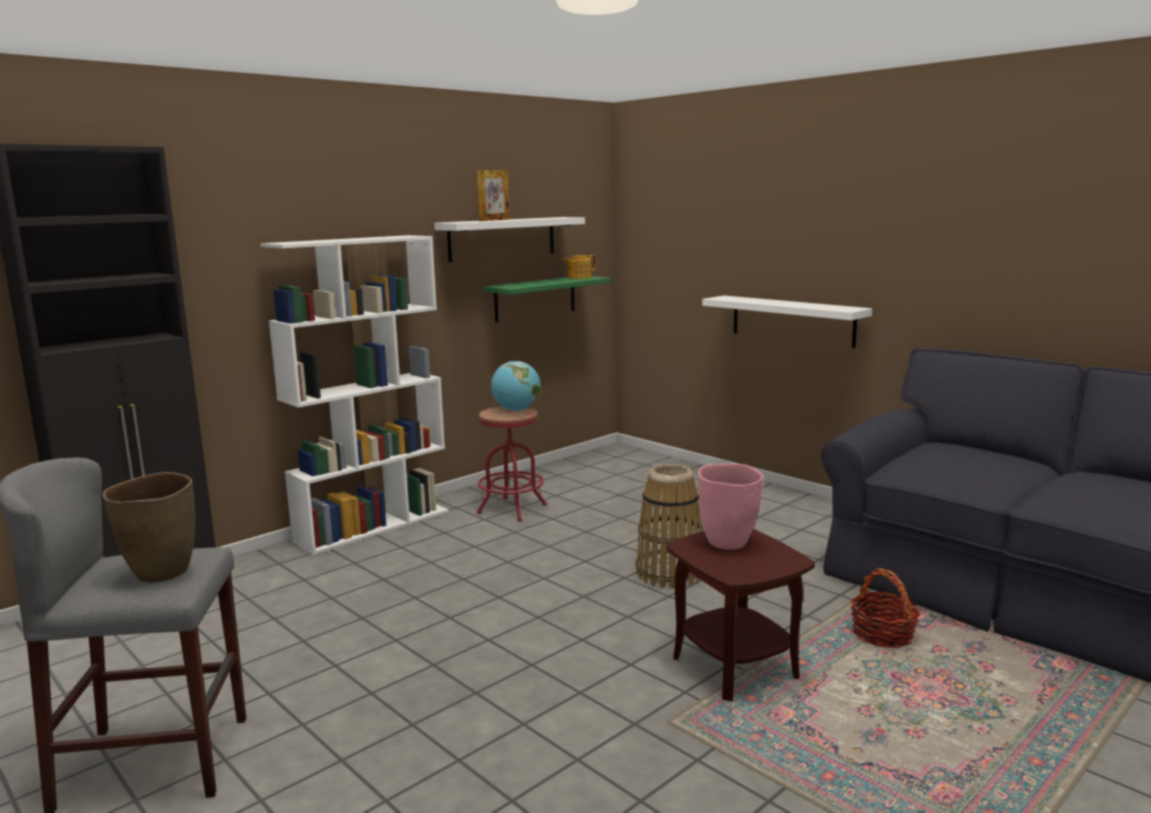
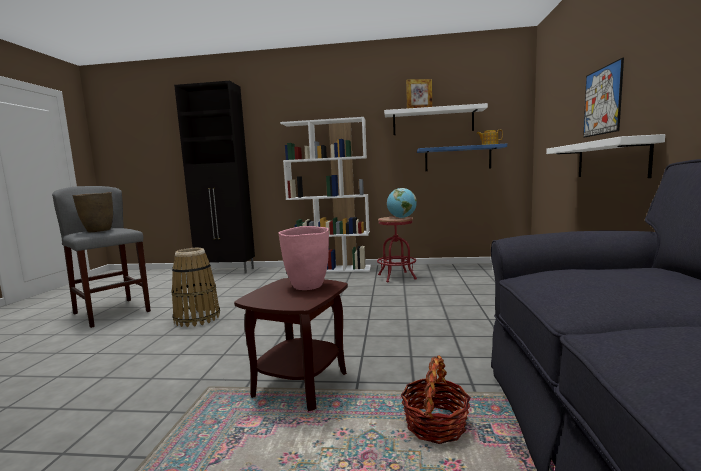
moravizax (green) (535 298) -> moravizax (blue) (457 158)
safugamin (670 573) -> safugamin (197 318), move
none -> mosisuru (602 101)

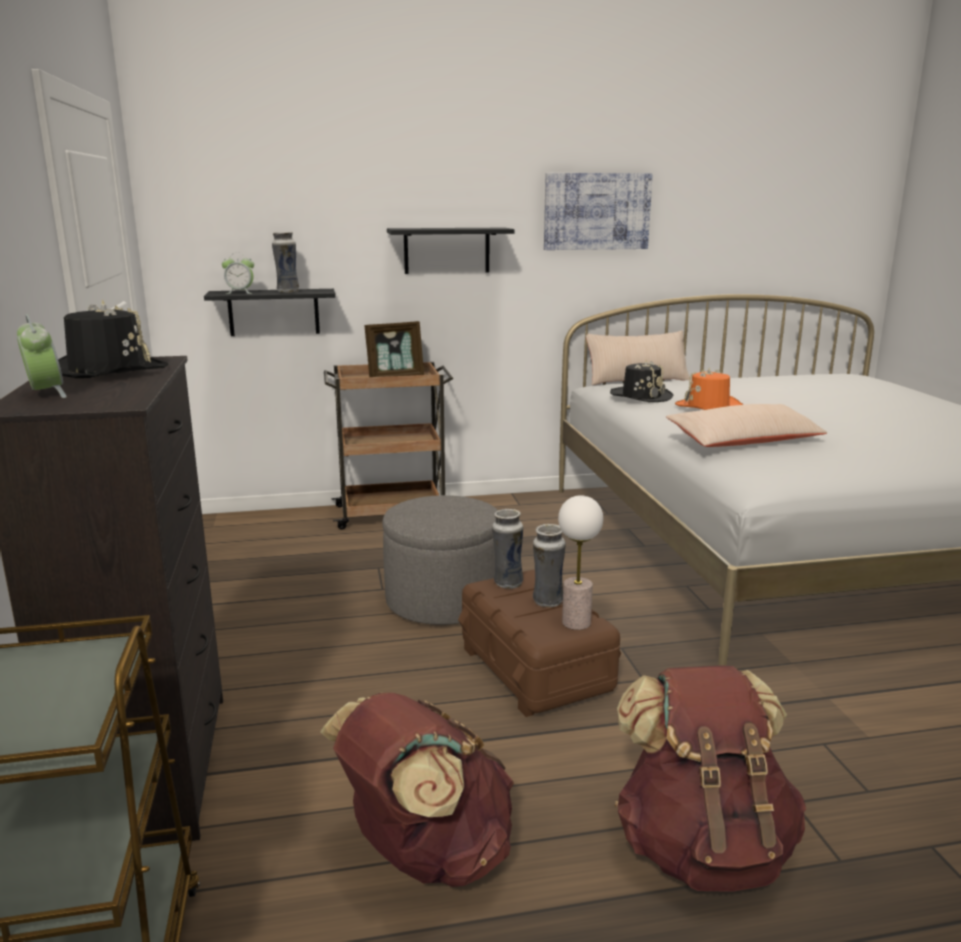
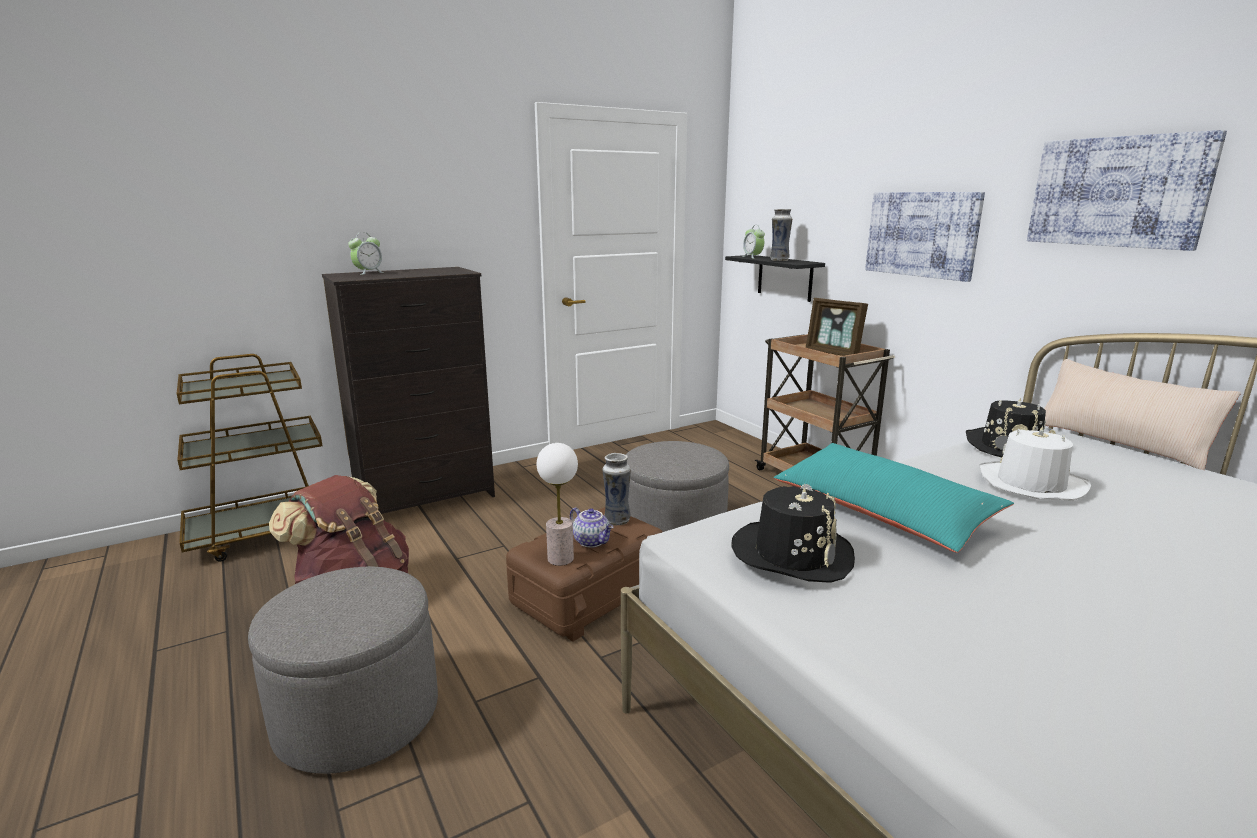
moravizax (black) (447 250) -> mosisuru (921 234)
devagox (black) (106 370) -> devagox (black) (792 553), move
devagox (orange) (708 406) -> devagox (white) (1030 484)
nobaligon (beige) (743 441) -> nobaligon (turquoise) (882 512)
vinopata (547 602) -> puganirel (592 541)
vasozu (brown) (702 847) -> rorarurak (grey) (357 715)

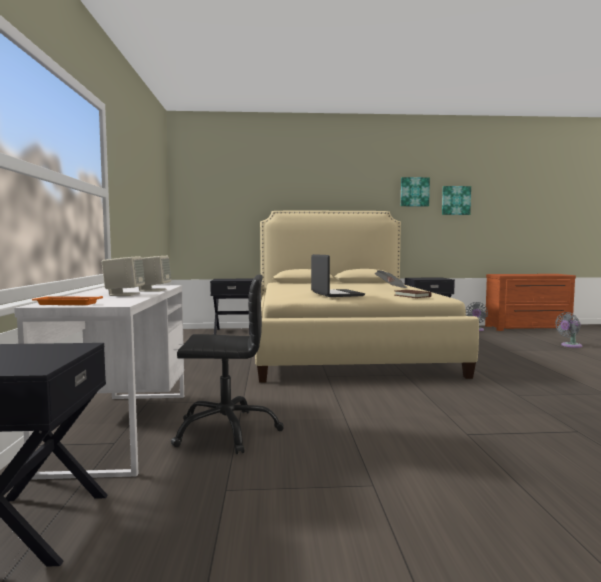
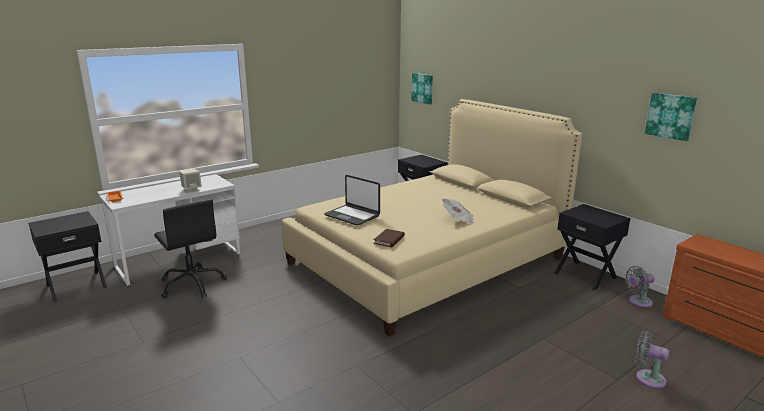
mosisuru (414 192) -> mosisuru (423 88), move
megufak (336 294) -> megufak (352 215), 90 degrees clockwise
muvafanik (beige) (124 294) -> none

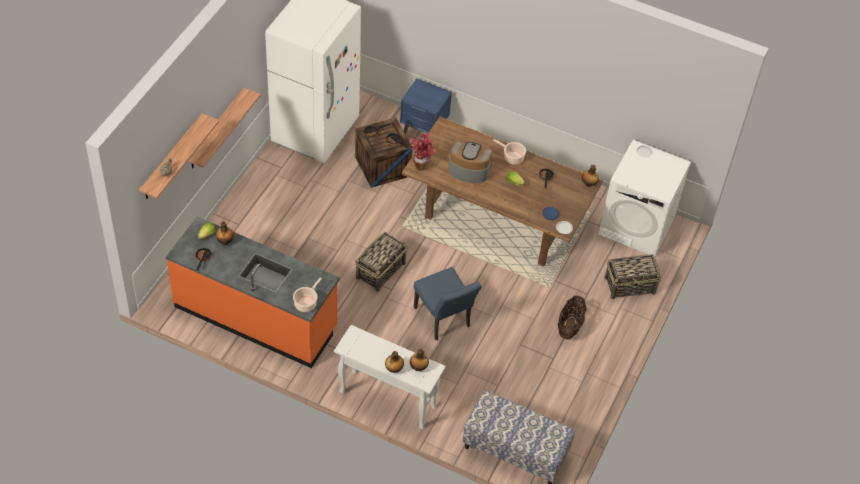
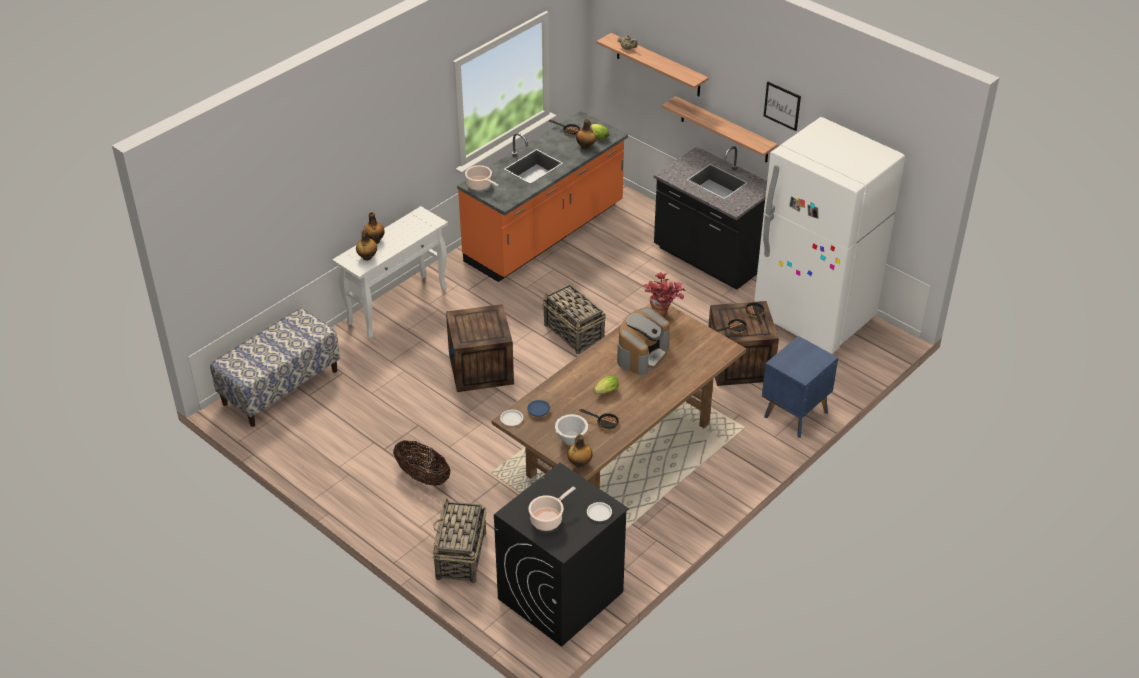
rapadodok (512 157) -> rapadodok (548 519), move
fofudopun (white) (637 226) -> fofudopun (black) (560 596)
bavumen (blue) (444 320) -> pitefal (481 369)
none -> mosisuru (782 106)
none -> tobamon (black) (709 259)
none -> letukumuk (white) (571 439)

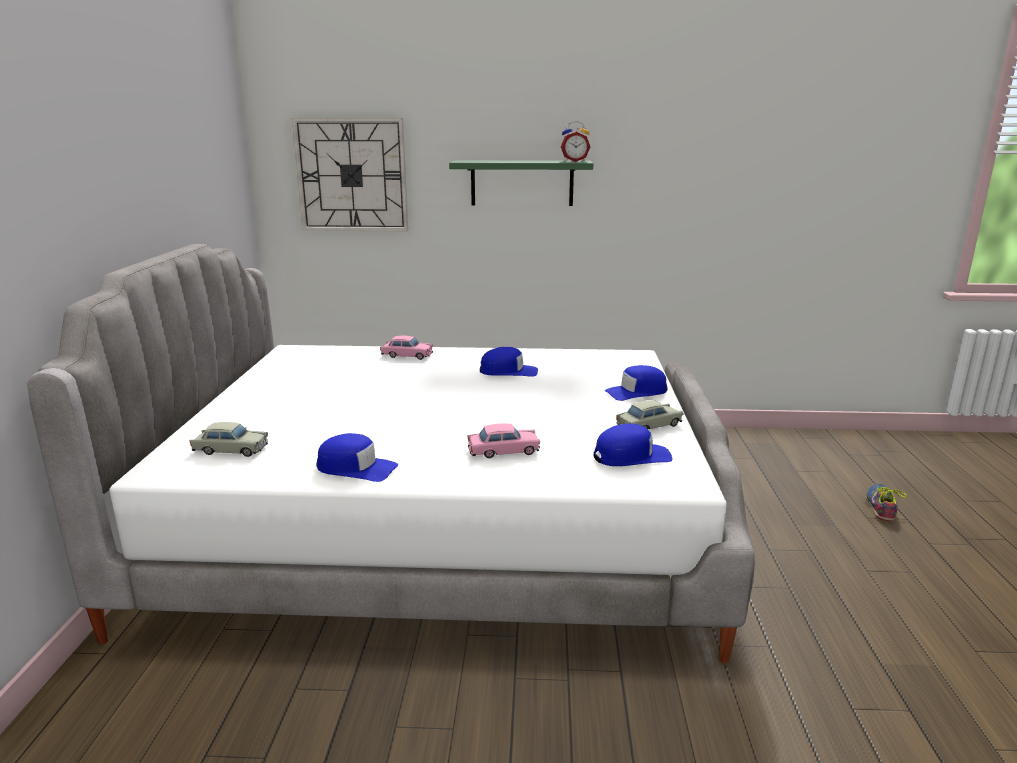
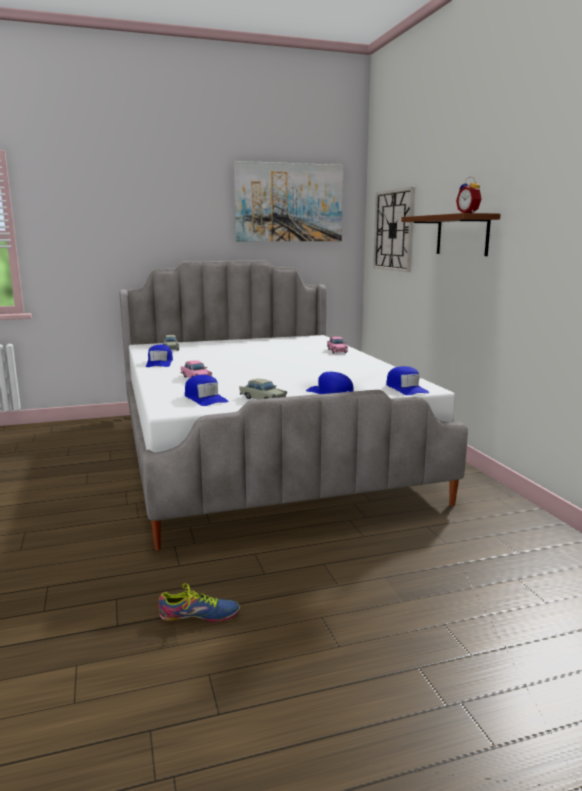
moravizax (green) (522 183) -> moravizax (brown) (462 235)
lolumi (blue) (509 371) -> lolumi (blue) (406 388), move
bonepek (880 506) -> bonepek (199 615), move
none -> mosisuru (289 202)

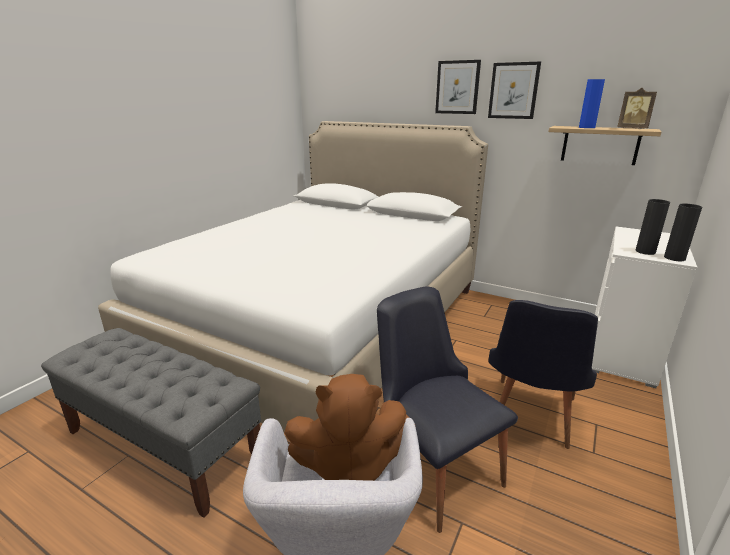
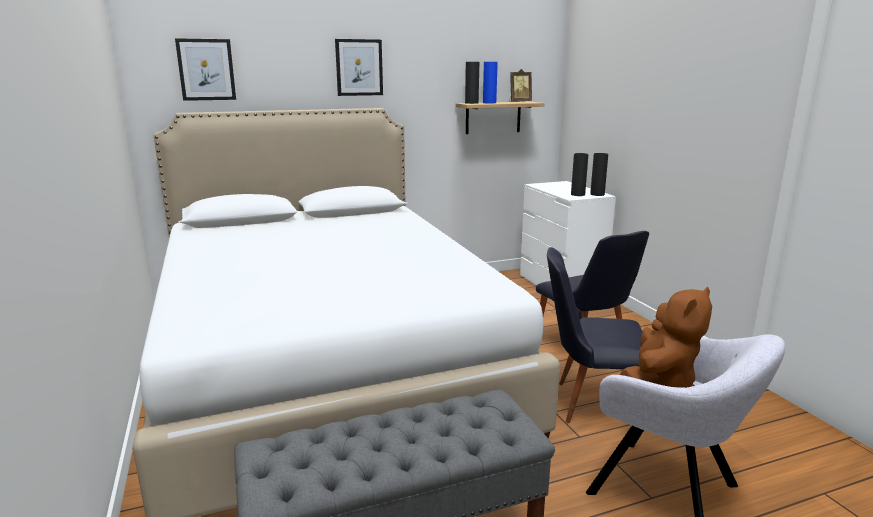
mosisuru (513 91) -> mosisuru (206 70), move
none -> vinopata (black) (471 103)

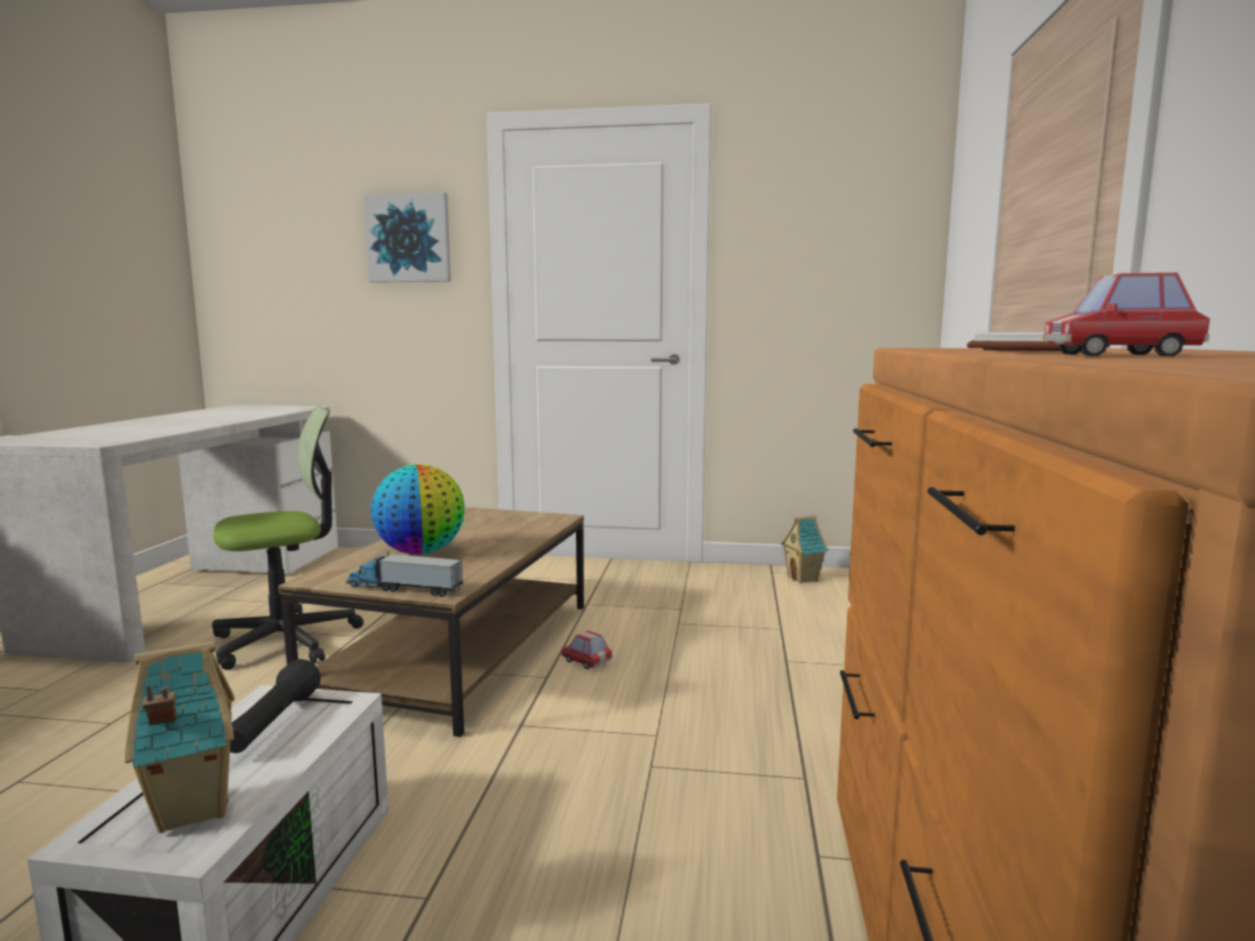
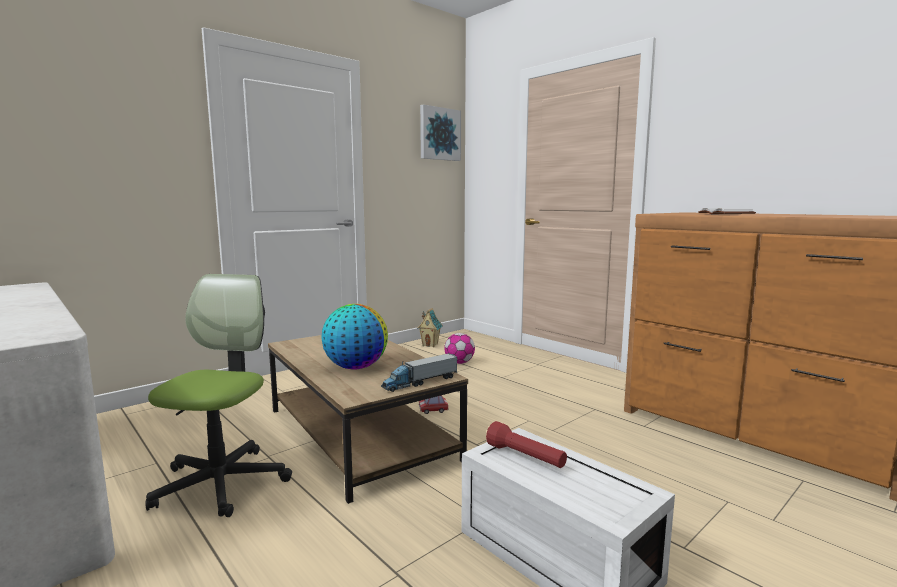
mosisuru (409 238) -> mosisuru (439 134), move
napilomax (1118 355) -> none
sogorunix (190 809) -> none
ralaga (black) (272 724) -> ralaga (red) (525 457)
none -> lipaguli (459 362)

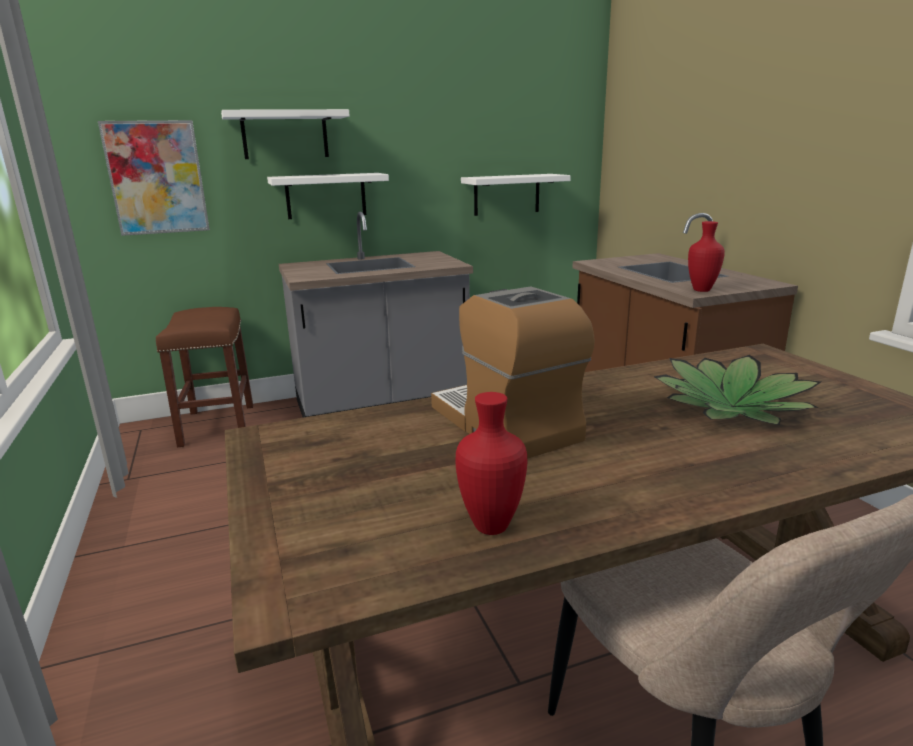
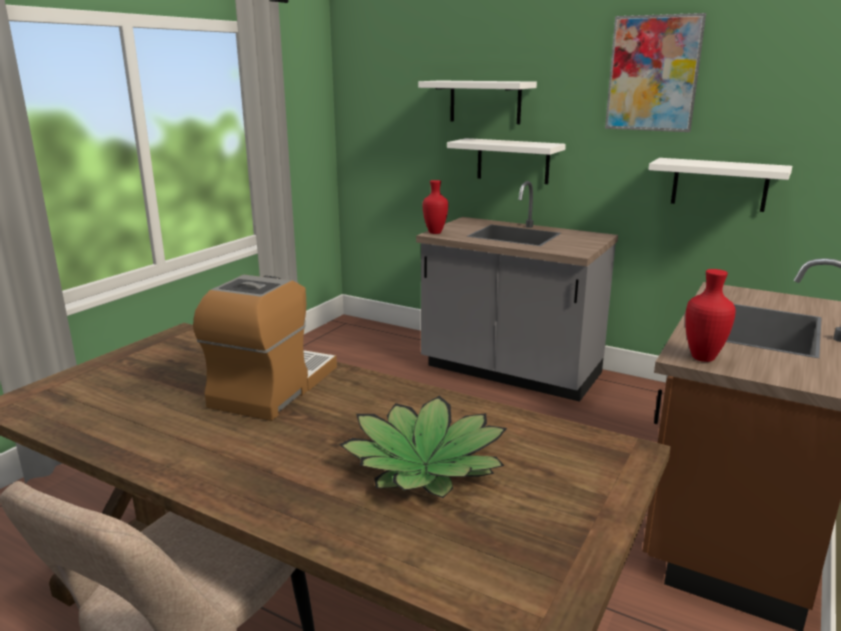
mosisuru (156 178) -> mosisuru (653 74), move
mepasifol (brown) (218 426) -> none
vinopata (red) (493 526) -> vinopata (red) (435 233), move

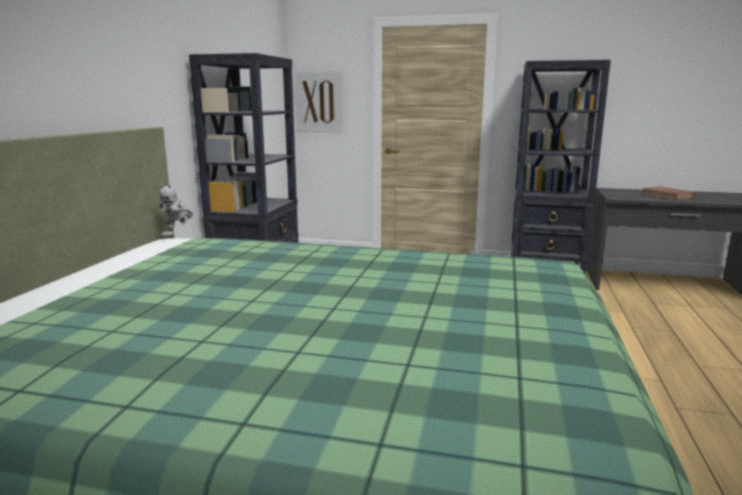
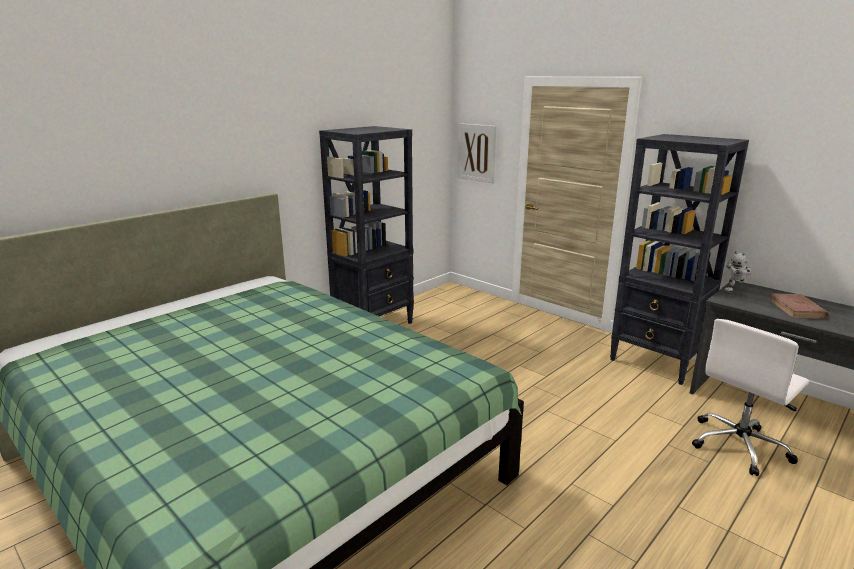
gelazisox (178 236) -> gelazisox (734 291), move
none -> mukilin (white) (740 445)

